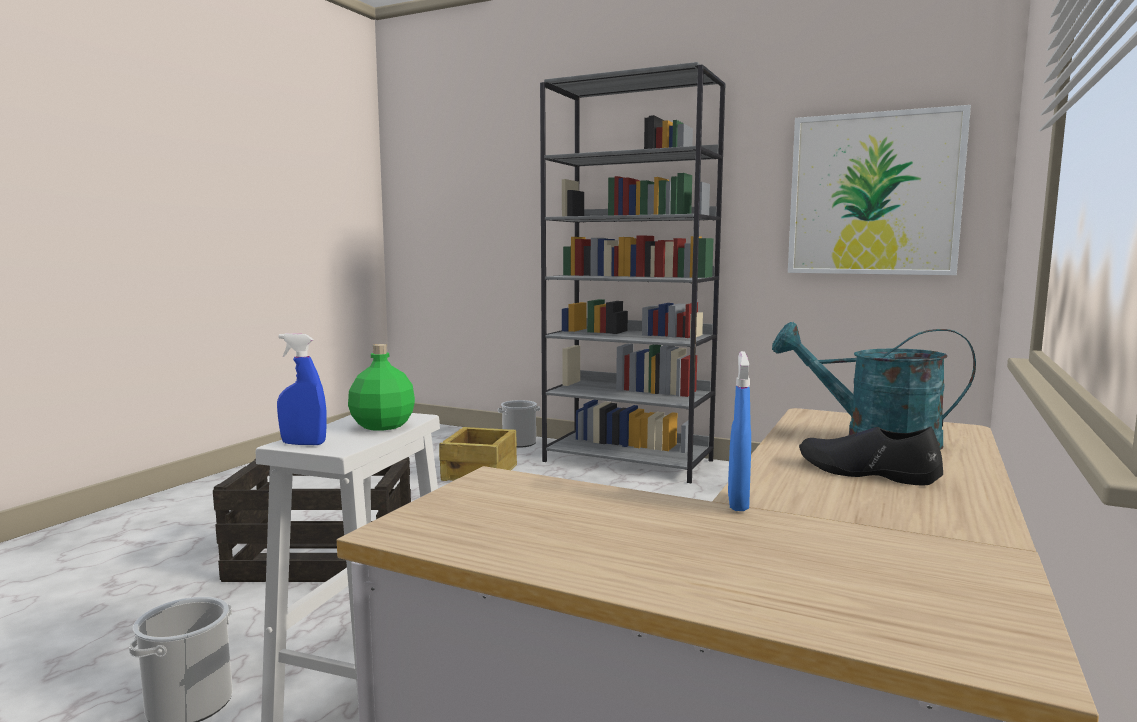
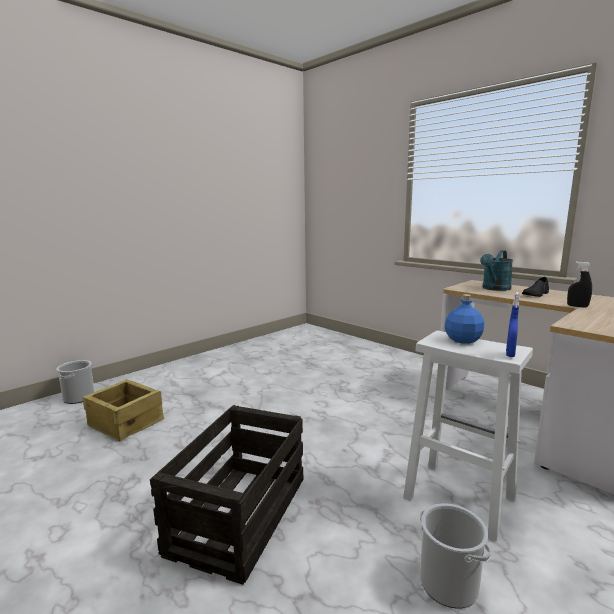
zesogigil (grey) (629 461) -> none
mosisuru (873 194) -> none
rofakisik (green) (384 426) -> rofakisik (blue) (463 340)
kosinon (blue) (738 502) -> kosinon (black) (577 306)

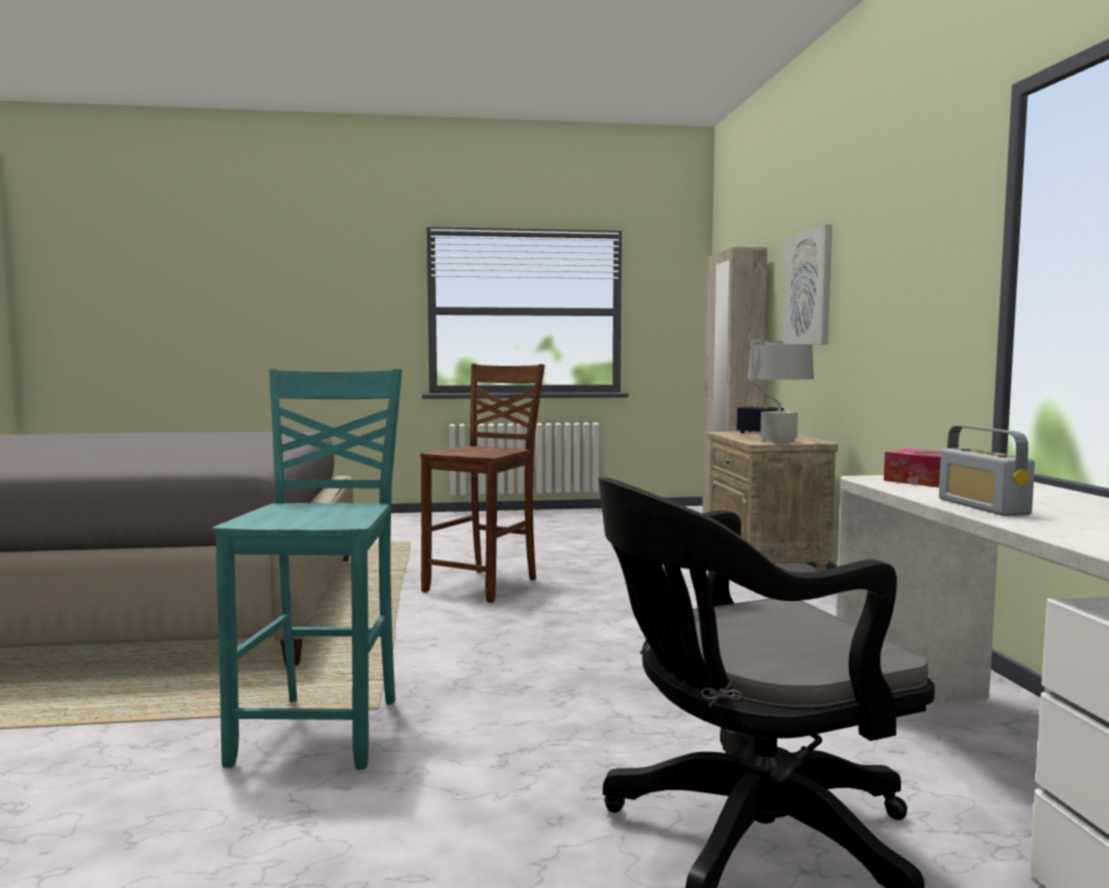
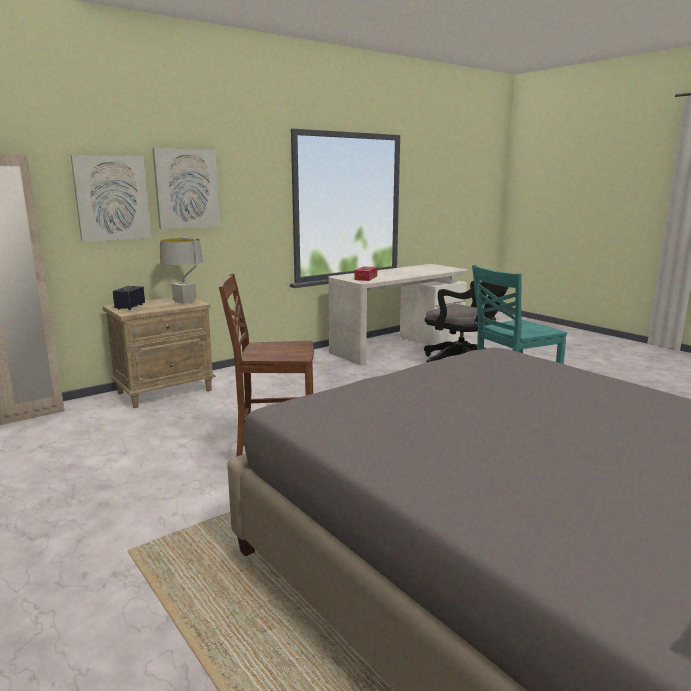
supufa (982 507) -> none
none -> mosisuru (187 189)

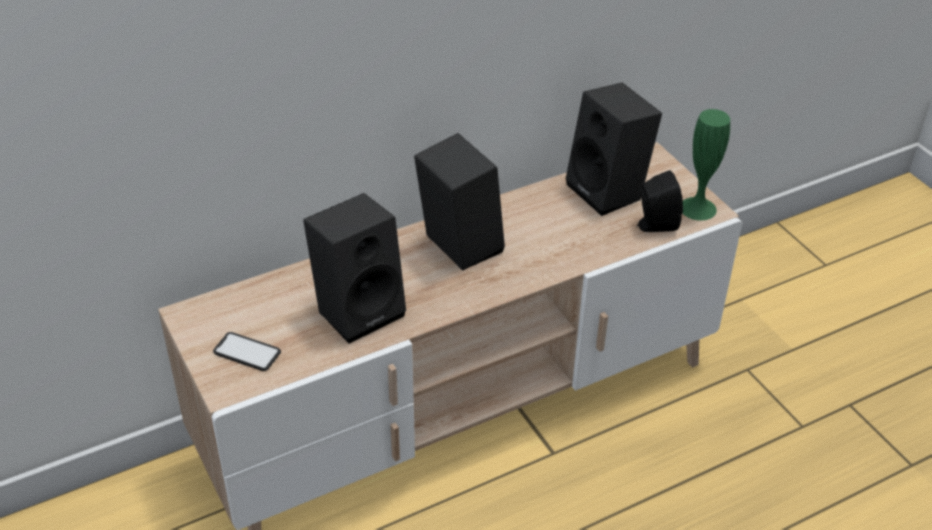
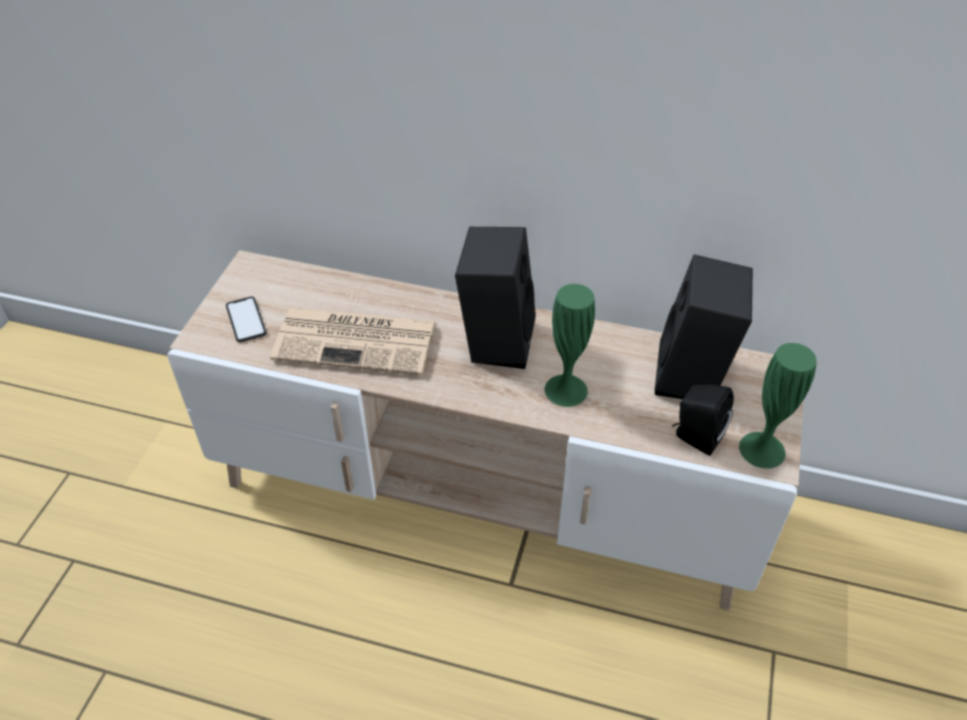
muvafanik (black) (359 309) -> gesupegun (358 341)
none -> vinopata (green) (566 390)

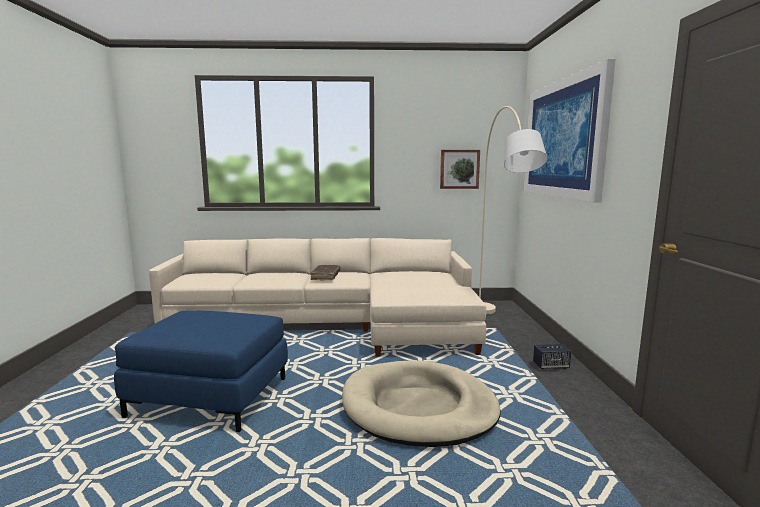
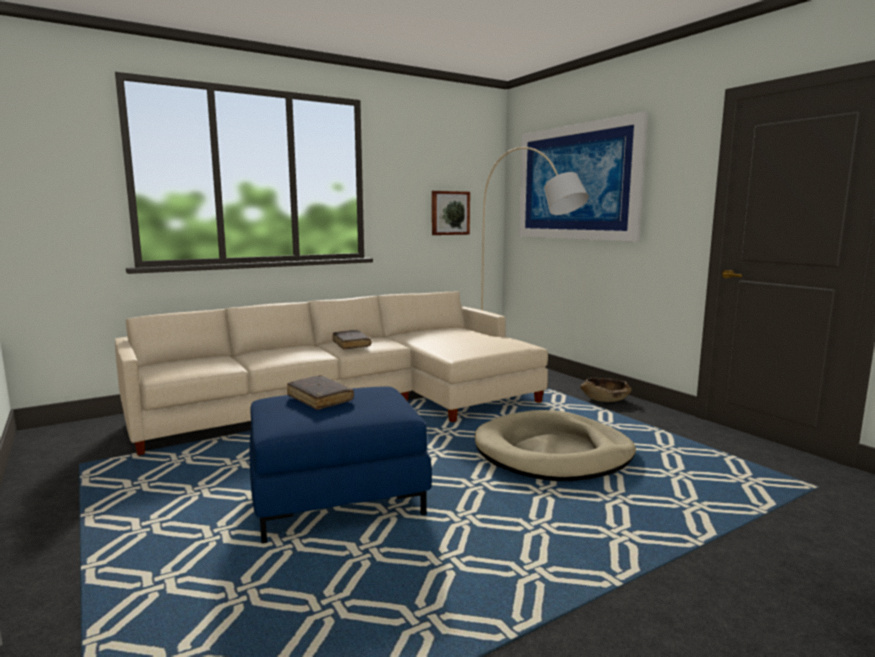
muvafanik (550 366) -> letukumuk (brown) (605 399)
none -> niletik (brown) (320 399)

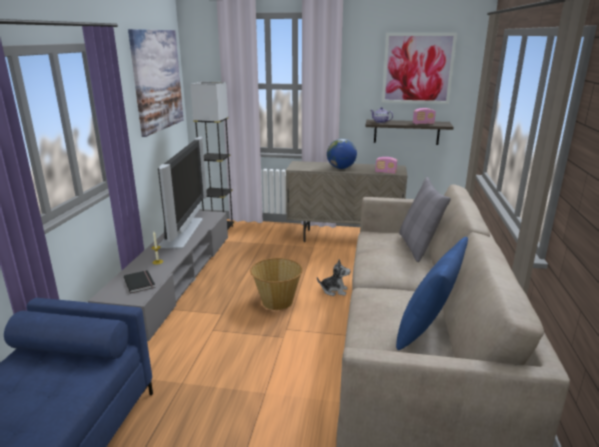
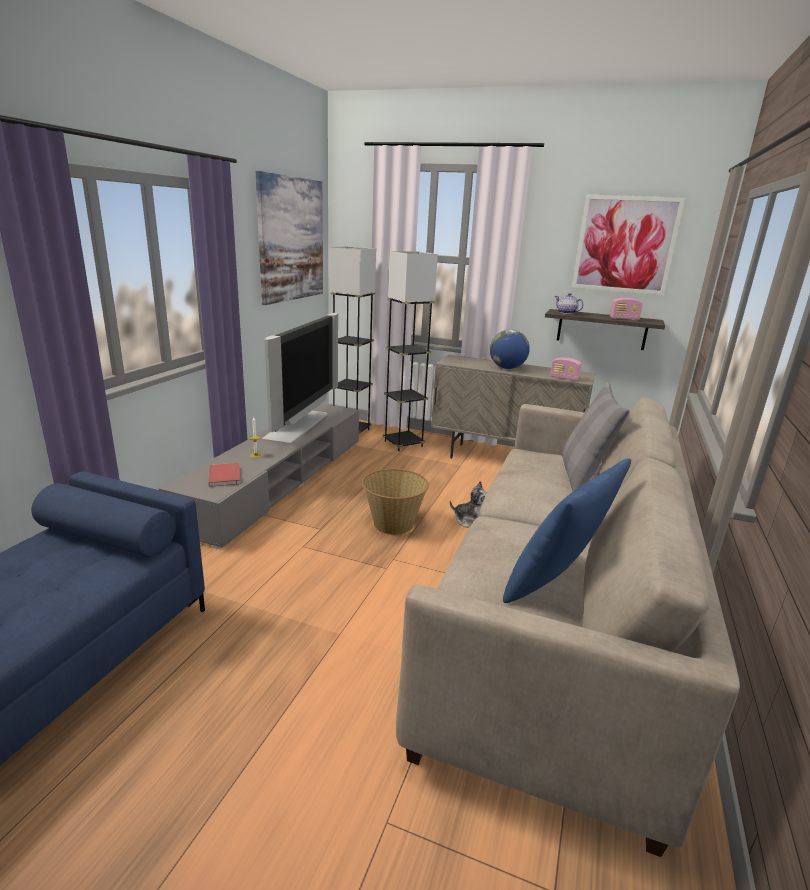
niletik (black) (140 282) -> niletik (red) (226 476)
none -> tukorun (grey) (403 444)

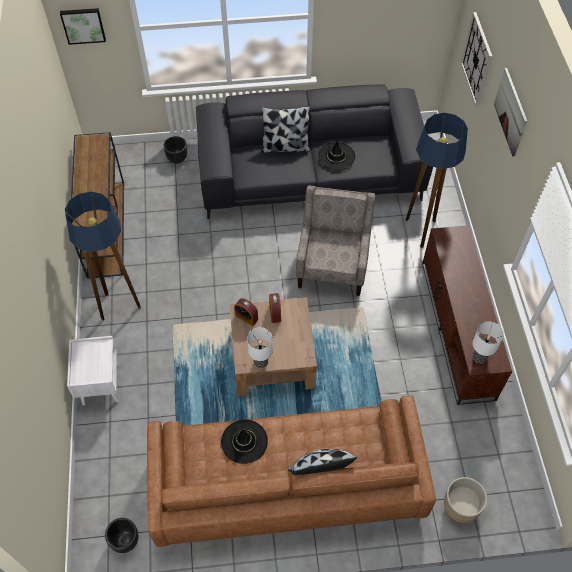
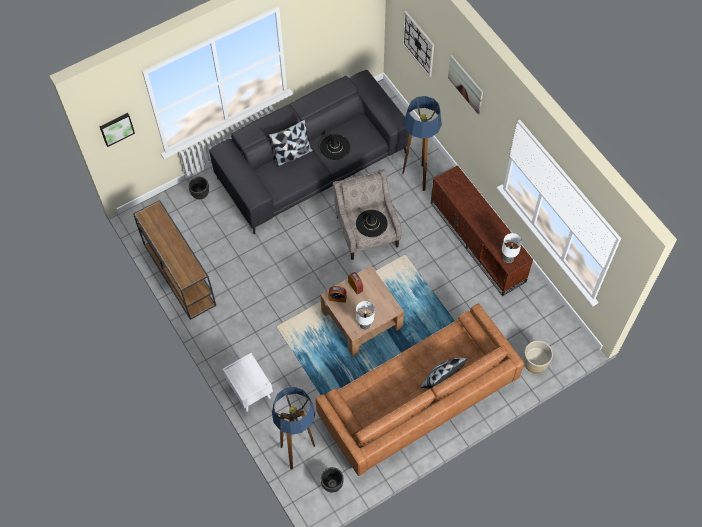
tukorun (120 307) -> tukorun (299 452), move
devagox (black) (244 441) -> devagox (black) (371 223), move

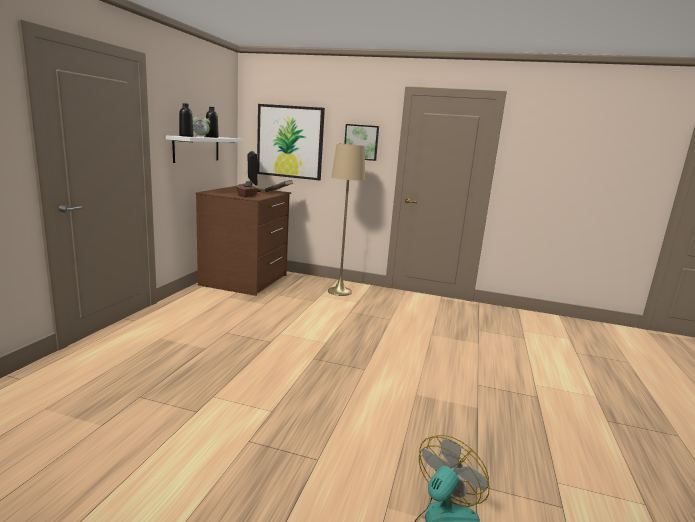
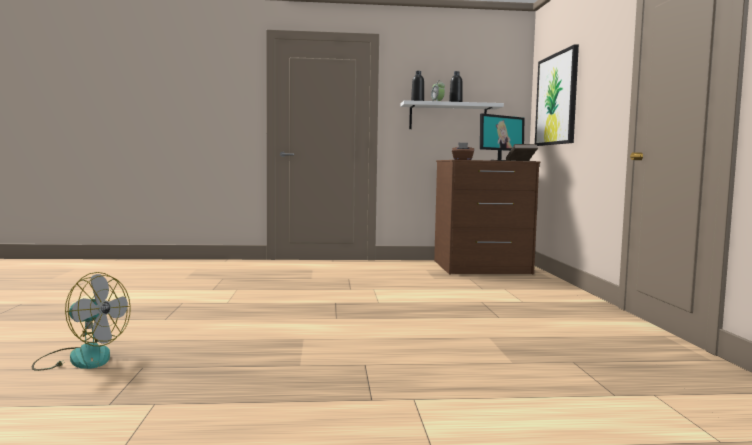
mosisuru (361 142) -> none
tukorun (beige) (339 291) -> none

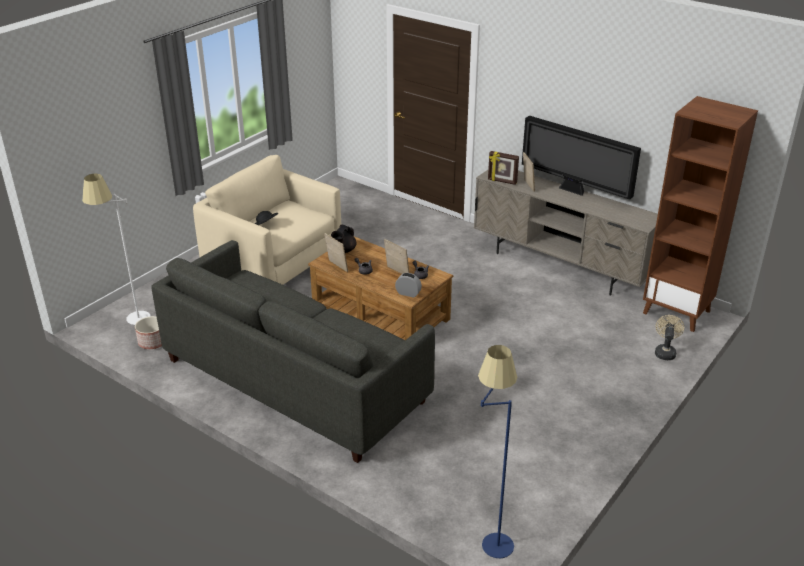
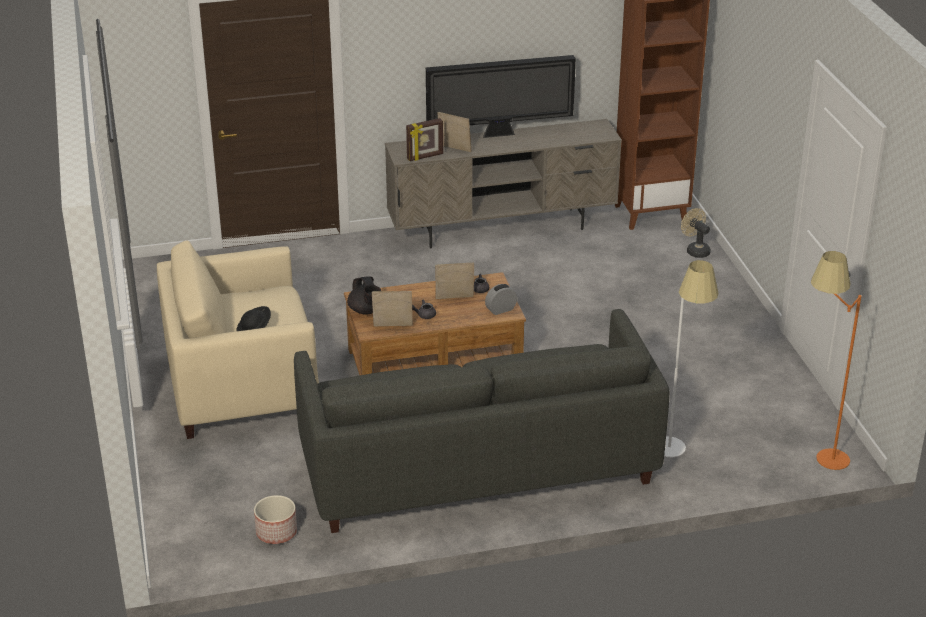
tukorun (white) (131 323) -> tukorun (white) (677 455), move
tukorun (blue) (490 535) -> tukorun (orange) (817 456)

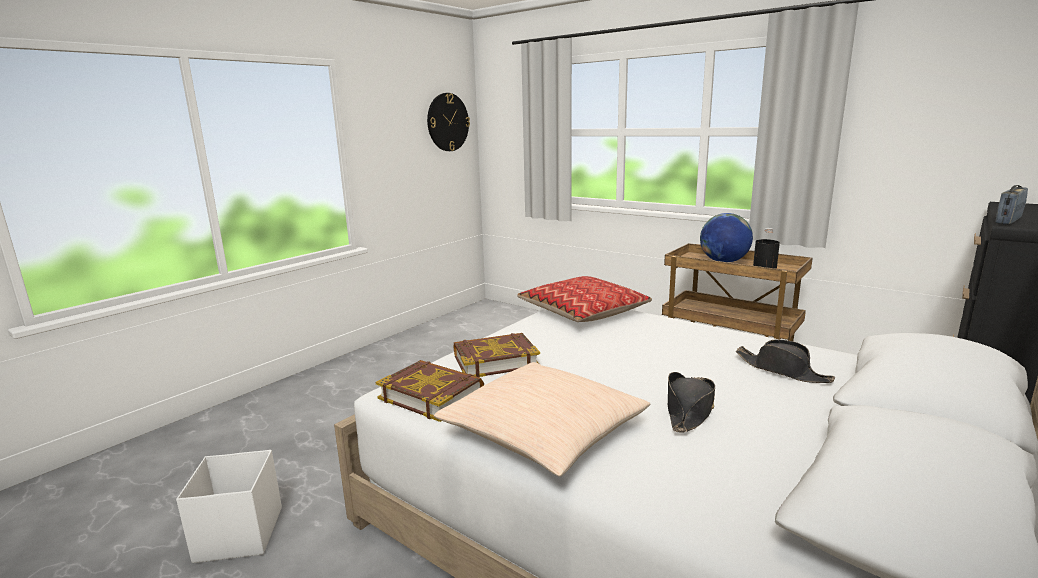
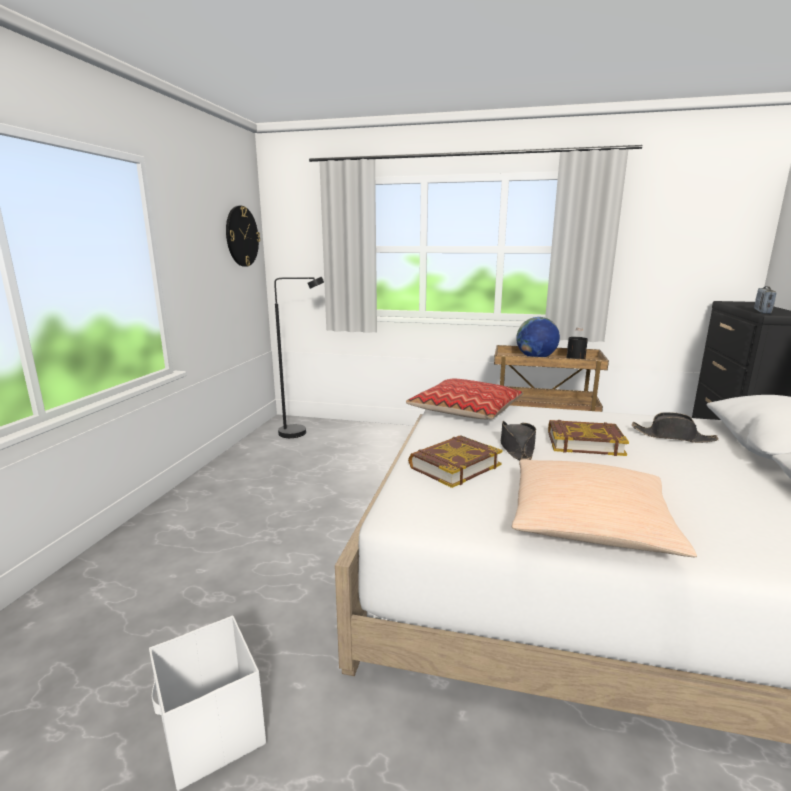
niletik (431 395) -> niletik (584 443), move
devagox (black) (689 410) -> devagox (black) (516 447), move
none -> tukorun (black) (300 433)

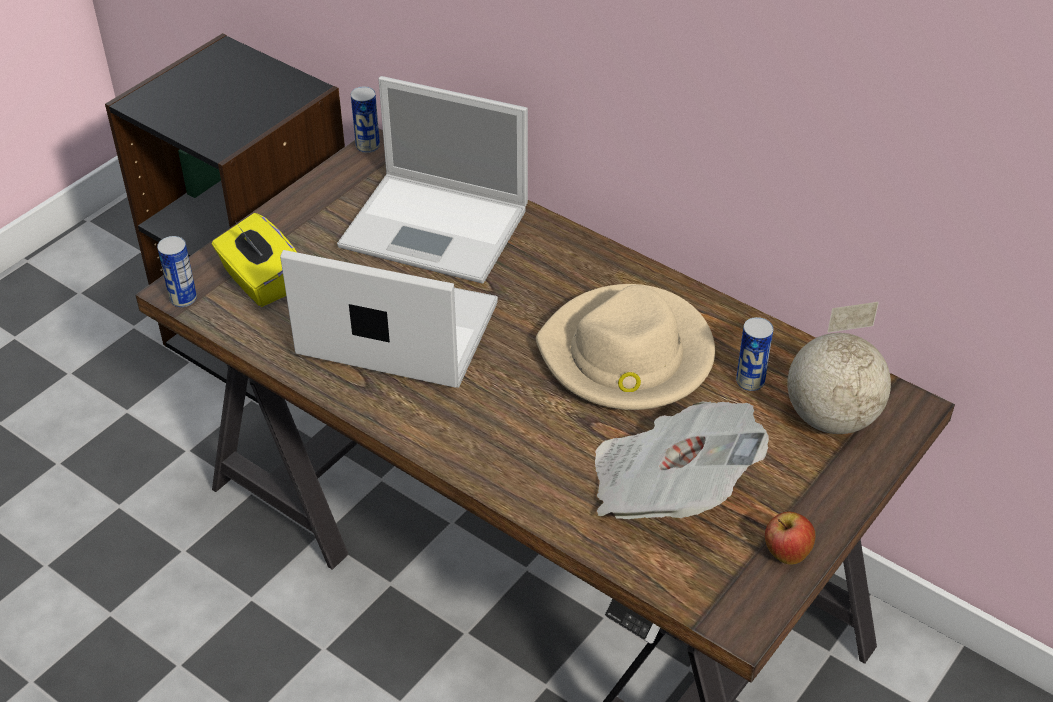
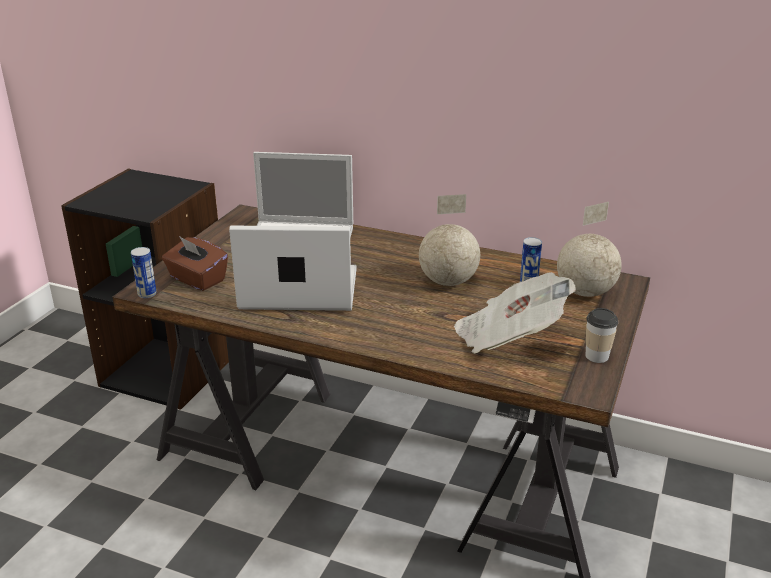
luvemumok (367 146) -> none
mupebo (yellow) (260 281) -> mupebo (brown) (197 279)
devagox (beige) (627 355) -> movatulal (449 282)
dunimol (786 554) -> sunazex (597 356)

